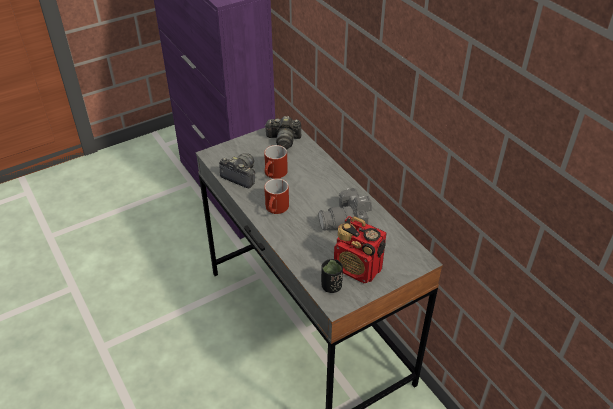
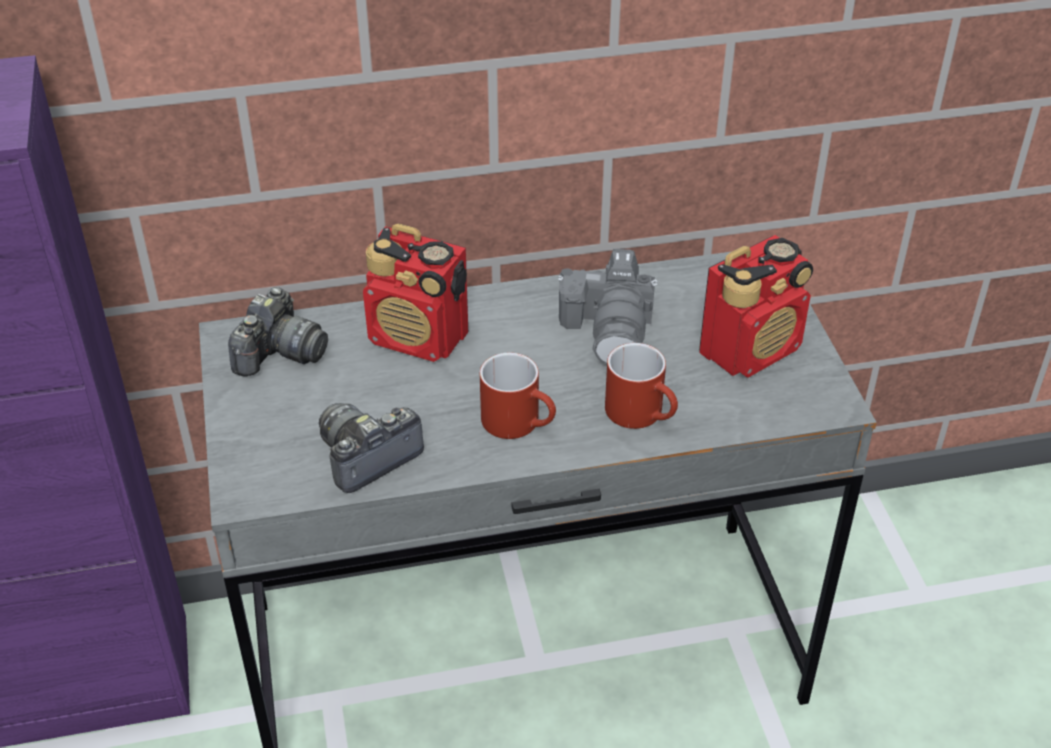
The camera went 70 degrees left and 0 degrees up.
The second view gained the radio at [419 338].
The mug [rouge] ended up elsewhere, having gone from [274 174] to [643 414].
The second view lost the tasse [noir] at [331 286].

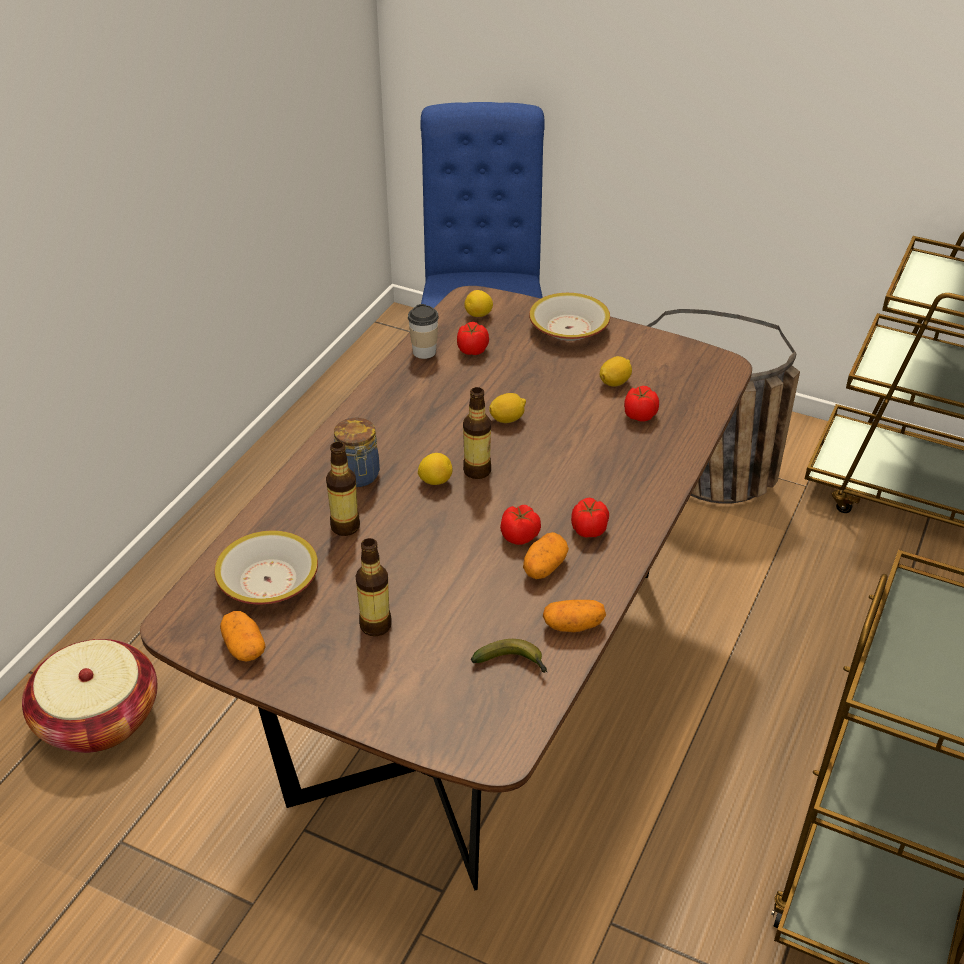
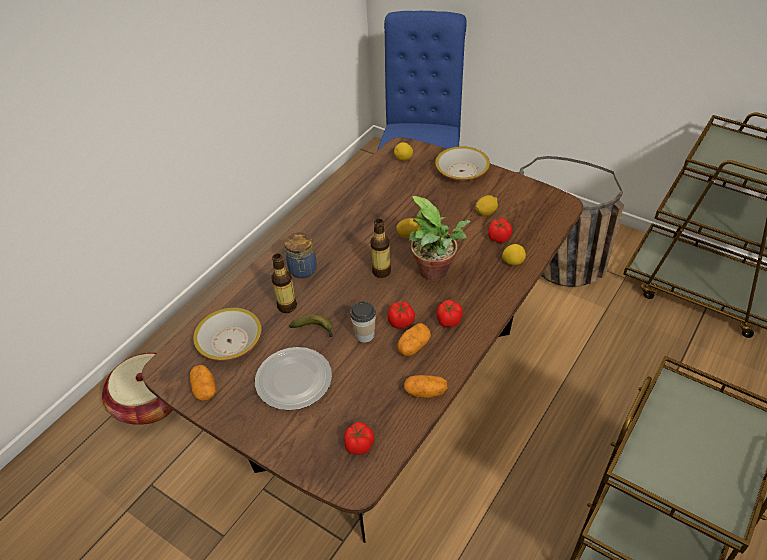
The camera went 10 degrees right and 5 degrees up.
Where the bouteille stood at [375 625], the assiette came to stand at [292 380].
The banane ended up elsewhere, having gone from [513 663] to [315 329].
The tomate ended up elsewhere, having gone from [472 350] to [358 445].
The tasse ended up elsewhere, having gone from [424 352] to [364 335].
The second view gained the plante en pot at [436 272].
The citron ended up elsewhere, having gone from [435 481] to [513 262].

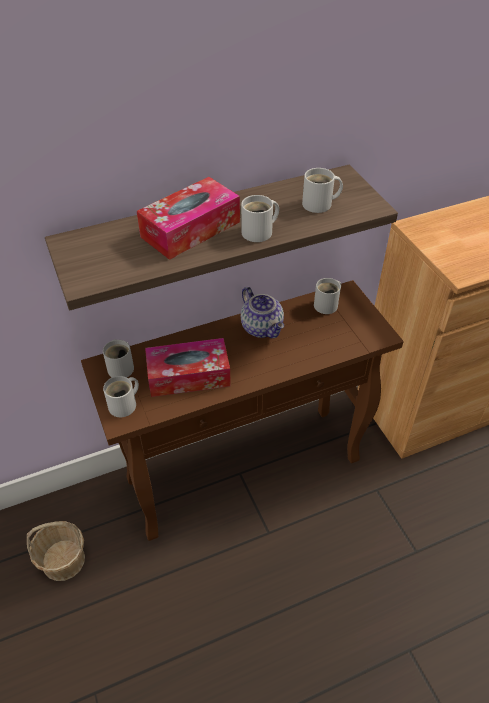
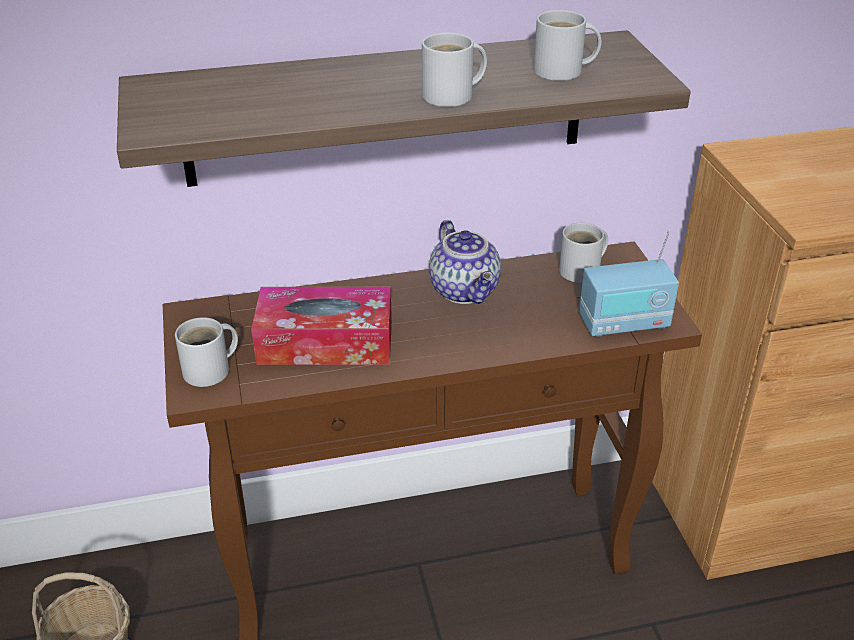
The camera went 10 degrees right and 10 degrees down.
The second view gained the radio at [624 324].
The second view lost the mug [blanc] at [121 367].
The second view lost the boîte à mouchoirs at [190 229].

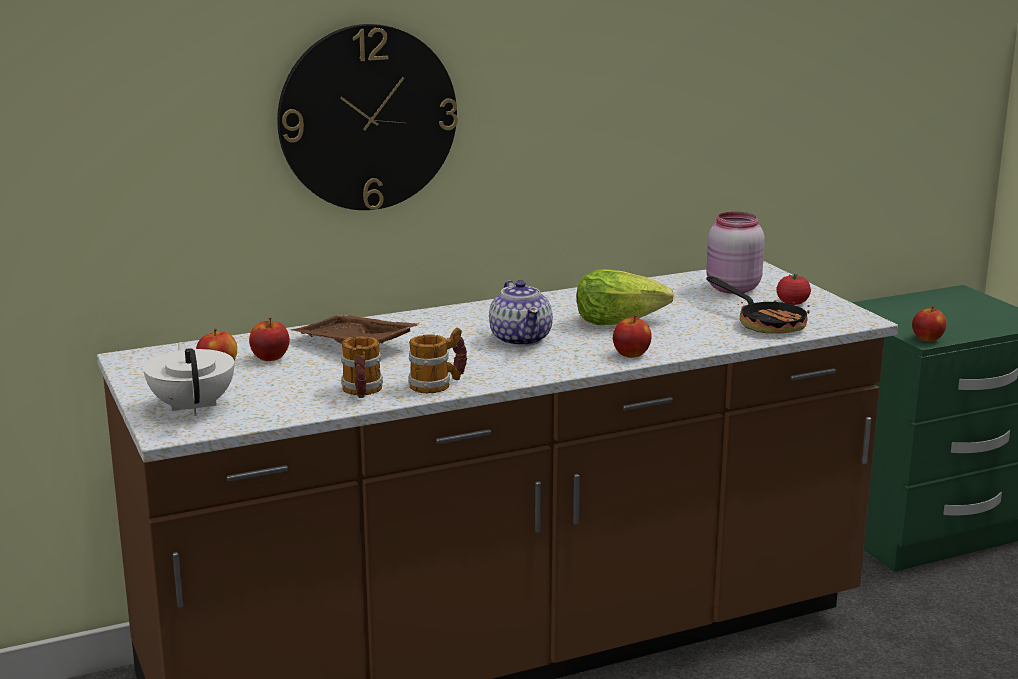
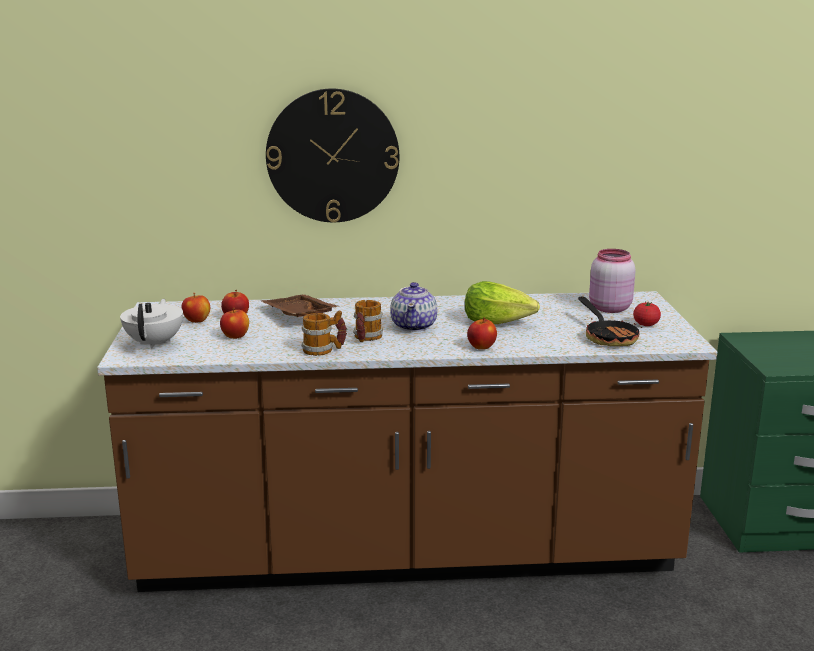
The camera went 20 degrees right and 0 degrees up.
The pomme ended up elsewhere, having gone from [927 339] to [235 336].
The mug ended up elsewhere, having gone from [362 392] to [366 338].

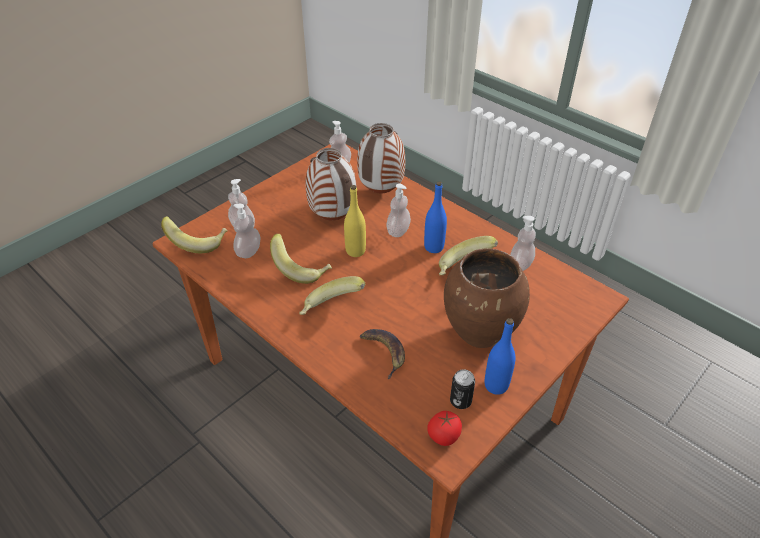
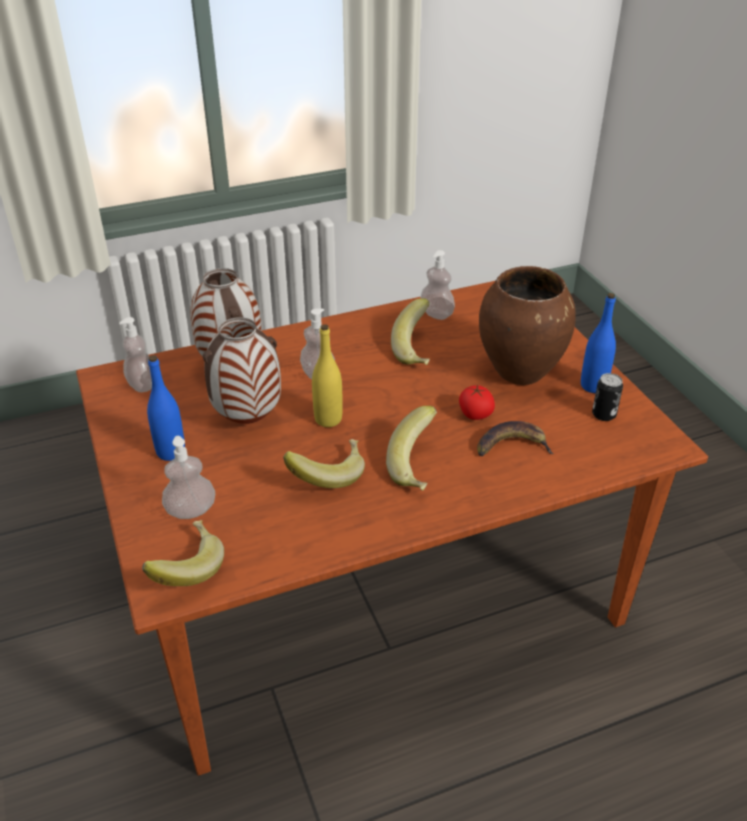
The camera went 65 degrees left and 5 degrees down.
The bouteille [bleu] ended up elsewhere, having gone from [434 247] to [171 452].
The tomate ended up elsewhere, having gone from [444 435] to [475 414].
The second view lost the distributeur de savon at [248 251].

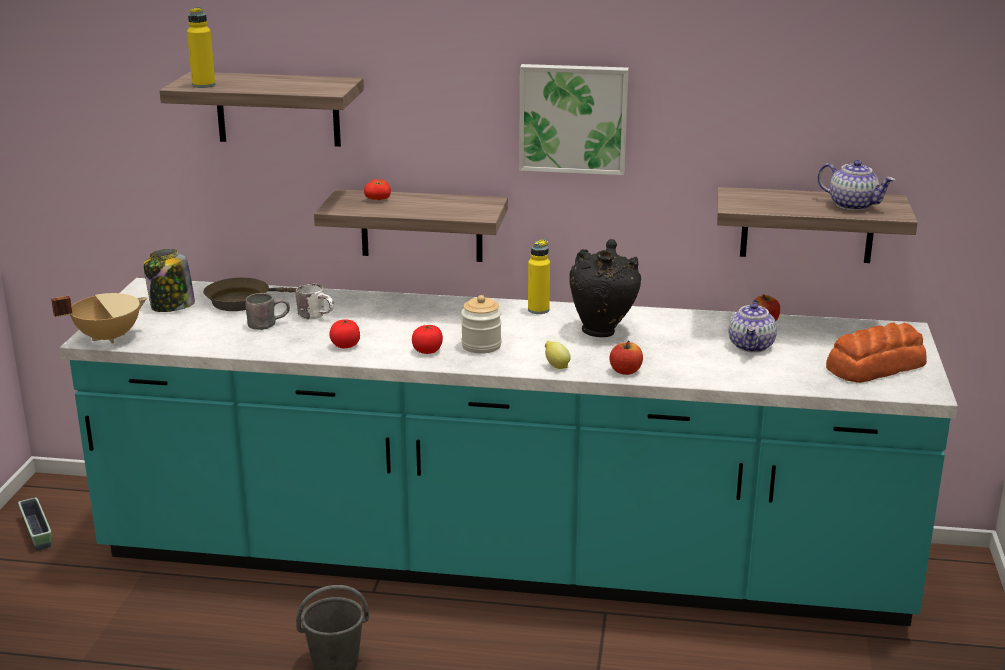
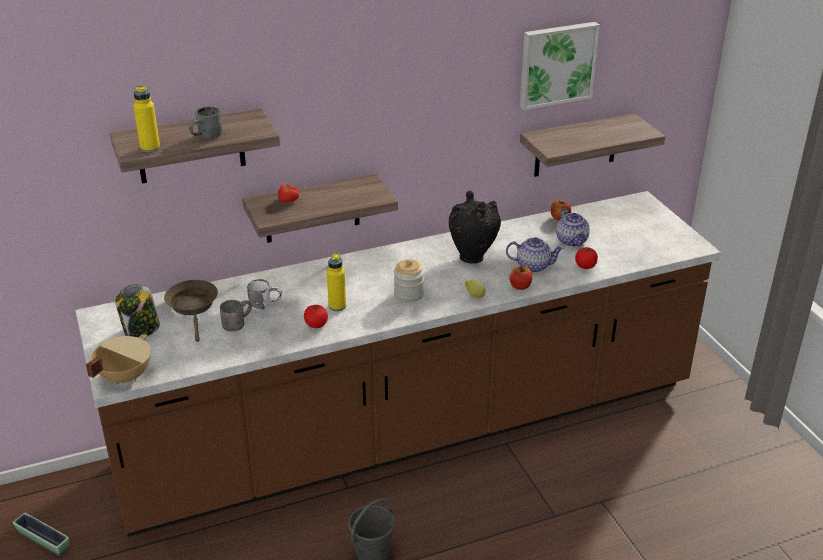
The camera went 30 degrees left and 10 degrees up.
What was the comptoir de cuisine [turquoise] at [502 560] turned into the comptoir de cuisine [marron] at [411 430].
The poêle [marron] at [244 301] ended up facing another way, 120 degrees clockwise from before.
The second view gained the mug [gris] at [208 137].
The bouteille [jaune] ended up elsewhere, having gone from [538 310] to [337 306].
The théière ended up elsewhere, having gone from [853 205] to [533 266].
The tableau ended up elsewhere, having gone from [573 118] to [556 64].
The tomate ended up elsewhere, having gone from [427 351] to [585 266].
The second view lost the pain at [874 366].

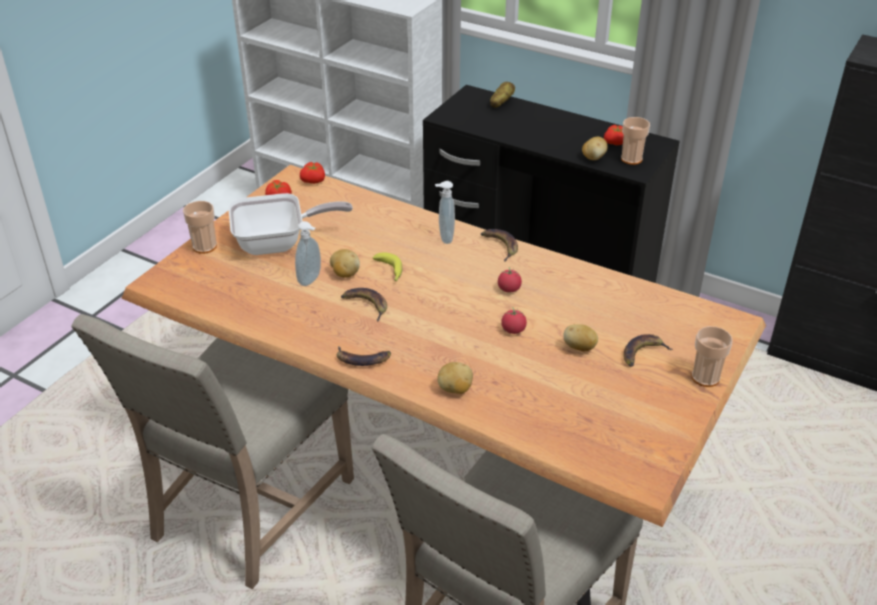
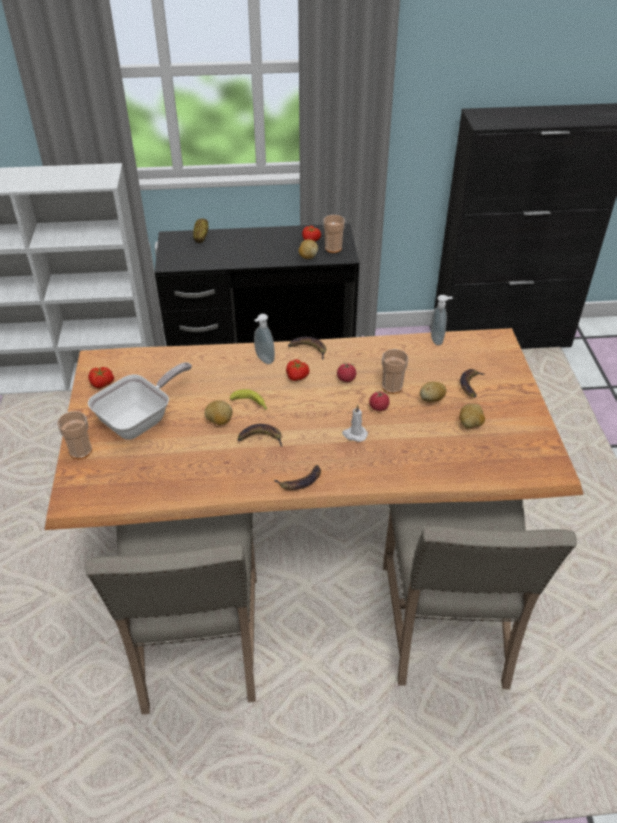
The camera went 35 degrees left and 5 degrees up.
The tomate ended up elsewhere, having gone from [314 181] to [297 376].
The second view gained the bougie [blanc] at [354 434].
The tasse ended up elsewhere, having gone from [705 377] to [392 387].
The distributeur de savon ended up elsewhere, having gone from [311 280] to [437 340].
The pomme de terre ended up elsewhere, having gone from [455 389] to [470 424].

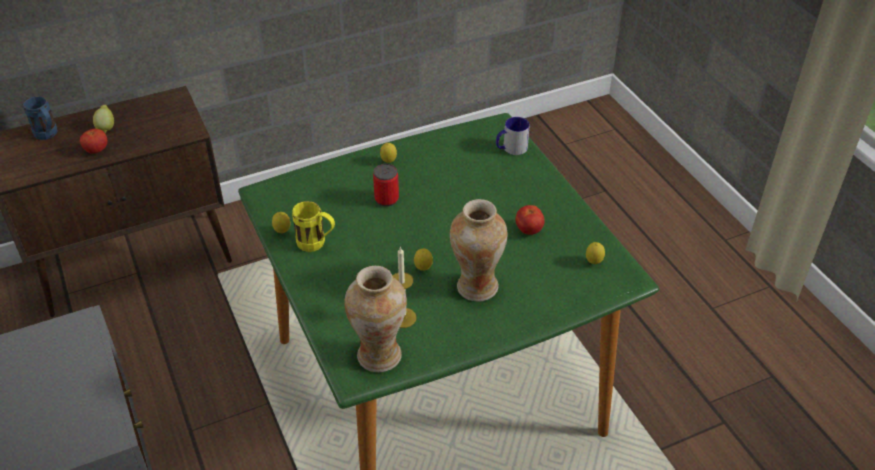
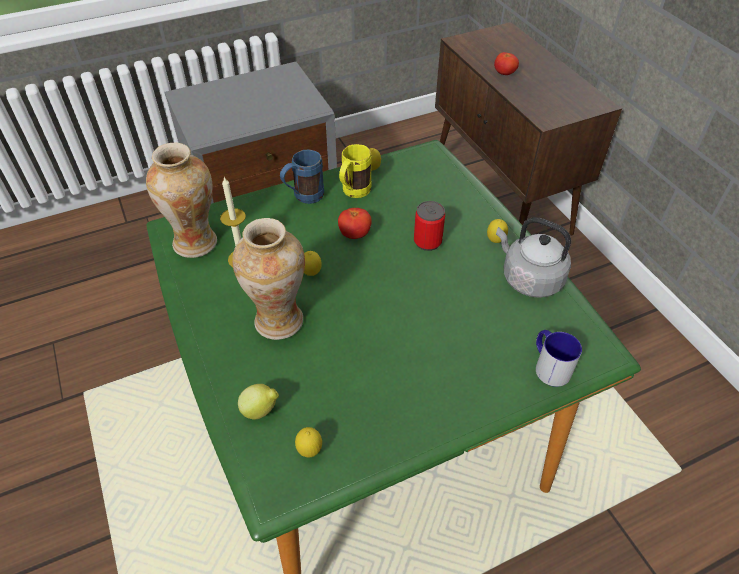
The camera went 90 degrees right and 5 degrees up.
The citron ended up elsewhere, having gone from [106 128] to [261 410].
The mug [bleu] ended up elsewhere, having gone from [48 135] to [303 198].
The tomate ended up elsewhere, having gone from [529 230] to [355 234].
The second view gained the bouilloire [gris] at [528 278].

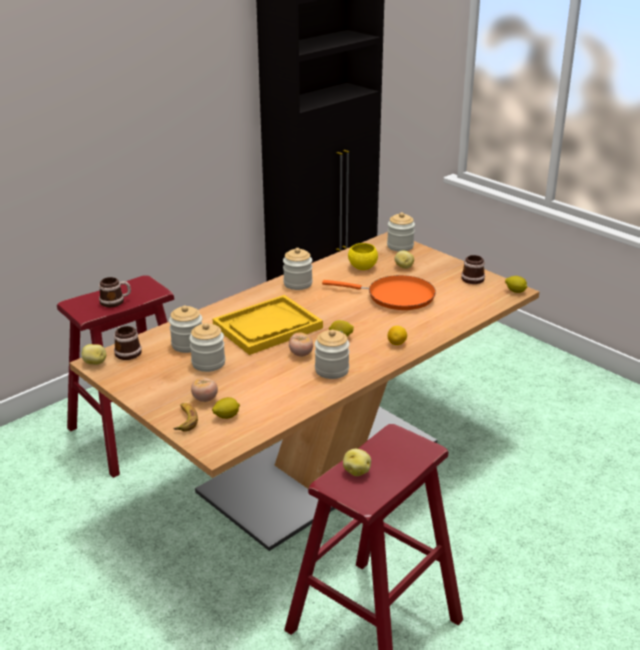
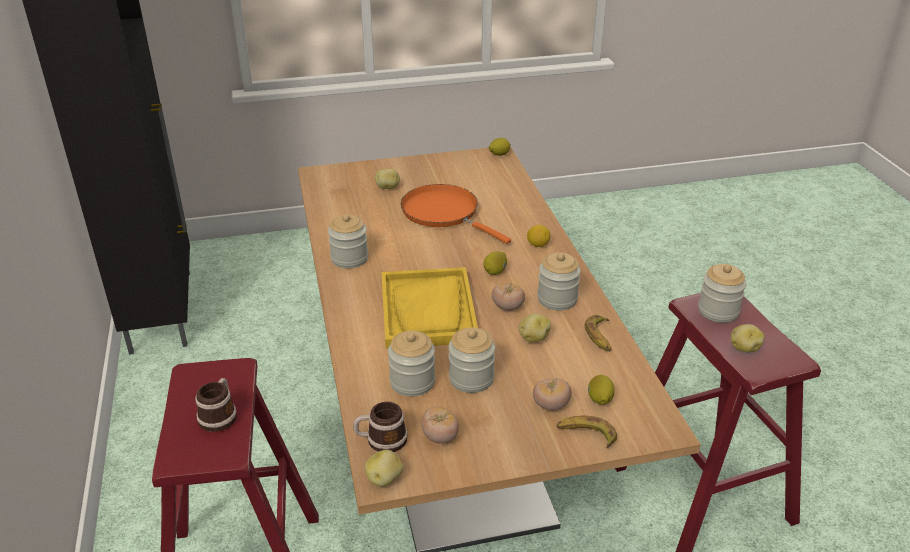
The camera went 60 degrees left and 5 degrees up.
The poêle [orange] at [395 296] ended up facing another way, 90 degrees counterclockwise from before.
The second view gained the tomate at [440 437].
The second view gained the pomme de terre at [533 338].
The second view gained the banane at [600 337].
The bocal ended up elsewhere, having gone from [400 246] to [718 311].
The second view lost the bol [jaune] at [362 267].
The second view lost the mug at [473 277].

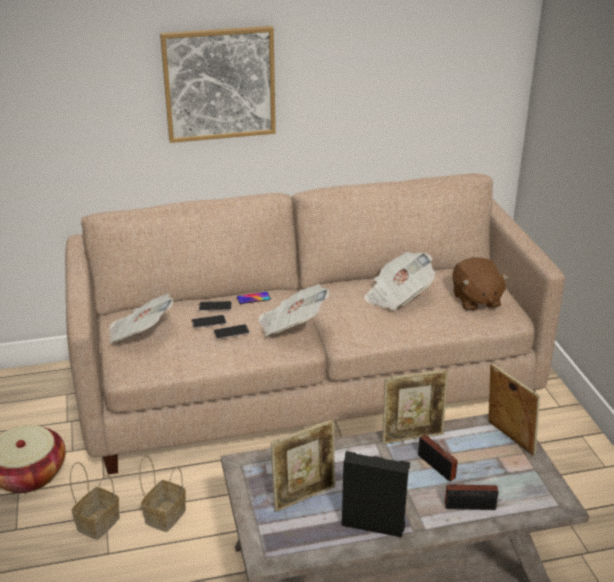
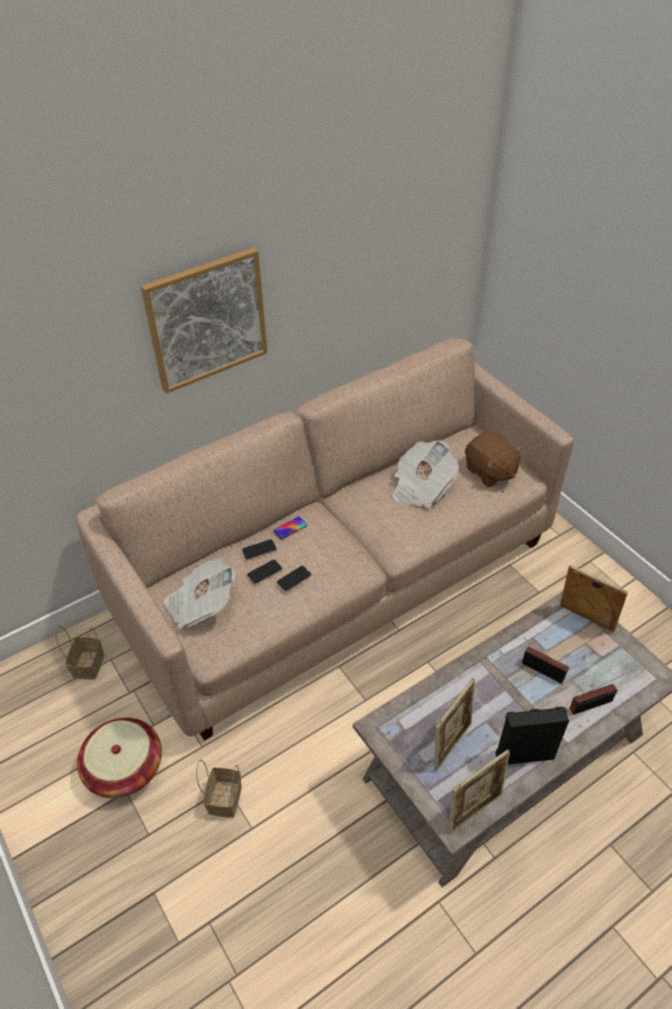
The camera went 20 degrees left and 15 degrees up.
The panier ended up elsewhere, having gone from [165 515] to [88 664].
The cadre photo ended up elsewhere, having gone from [412 436] to [474 810].
The second view lost the journal at [292 326].

